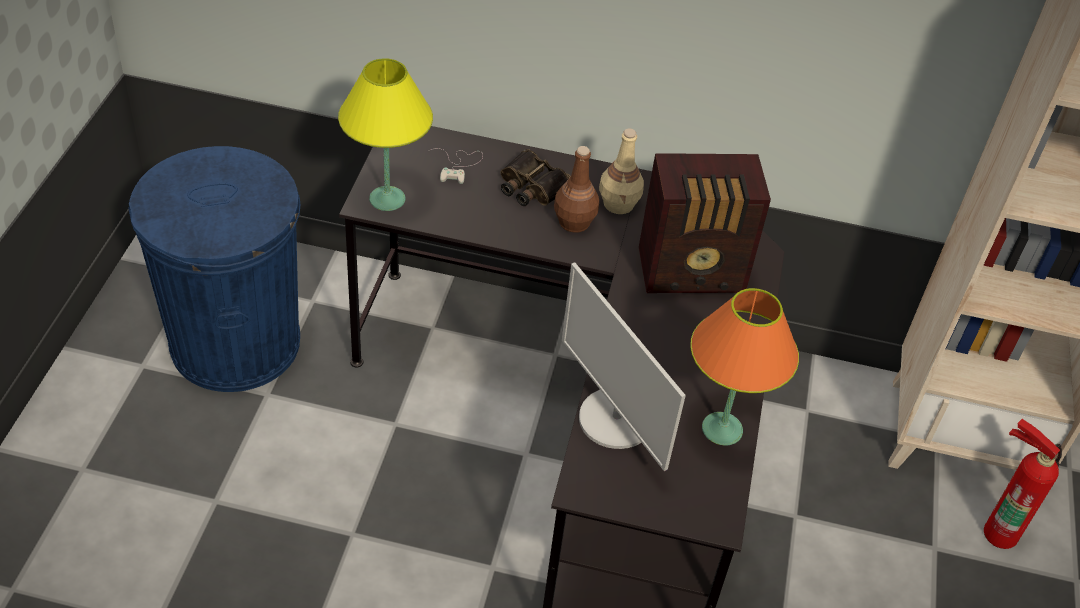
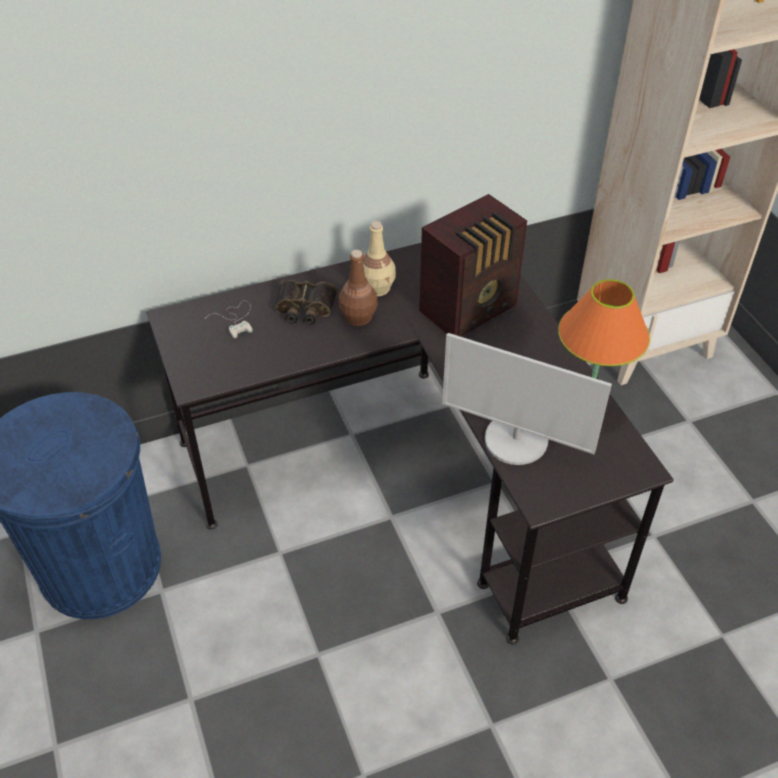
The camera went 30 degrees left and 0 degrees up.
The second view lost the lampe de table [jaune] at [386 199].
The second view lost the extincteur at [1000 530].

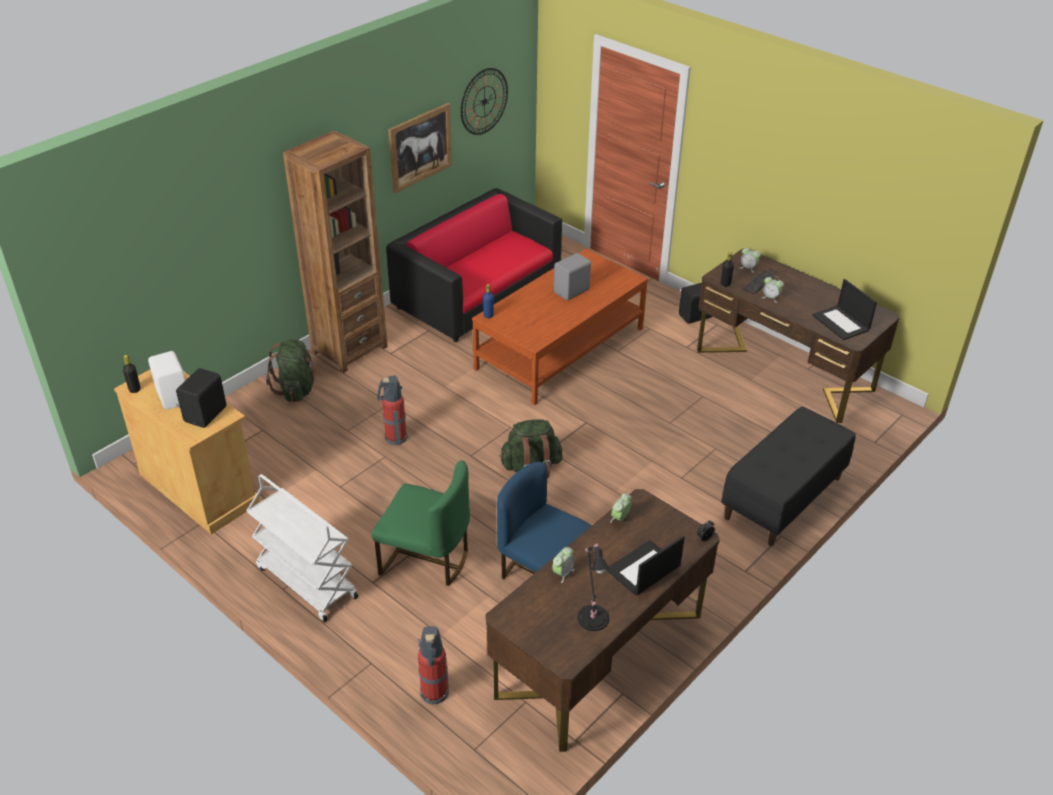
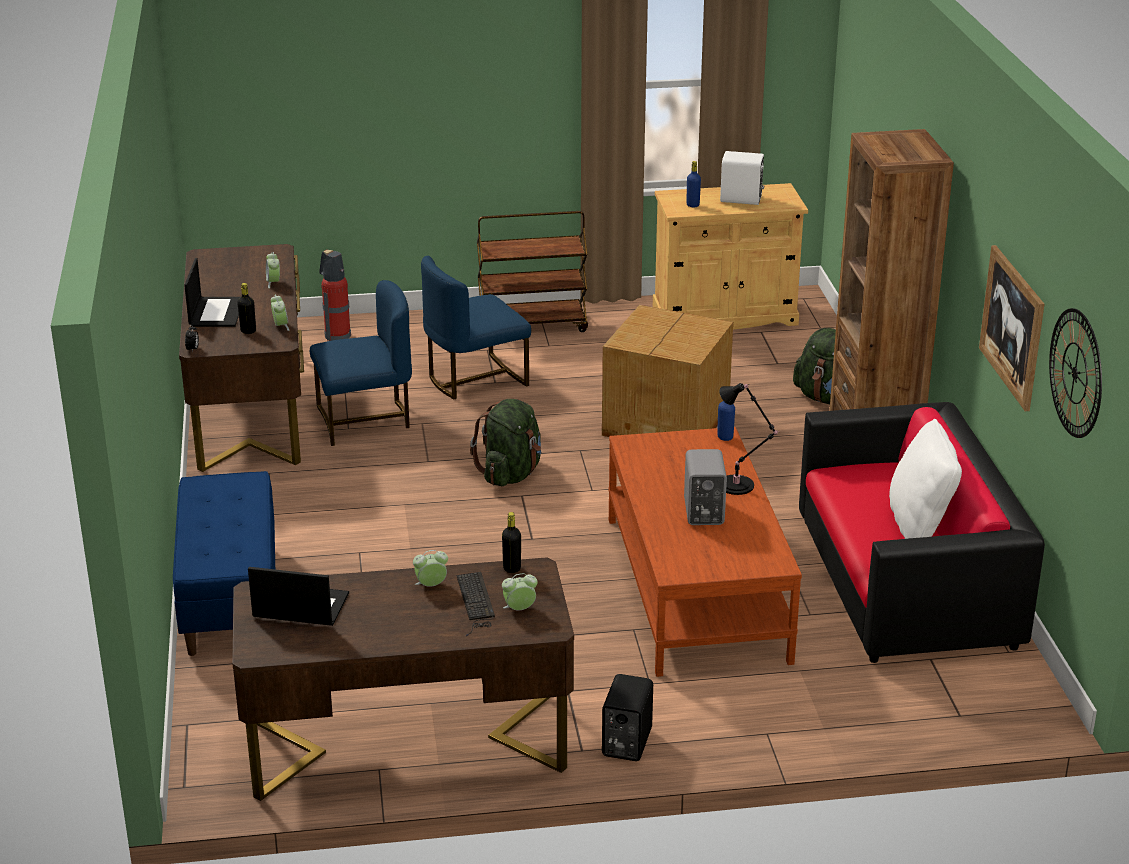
The camera went 130 degrees right and 10 degrees down.
What was the banc [noir] at [783 498] turned into the banc [bleu] at [230 598].
The bouteille [noir] ended up elsewhere, having gone from [134 389] to [248 331].
What was the chaise [vert] at [426 559] turned into the chaise [bleu] at [475 379].
What was the chariot [blanc] at [306 582] turned into the chariot [marron] at [532 325].
Where the extincteur stood at [395 438], the carton came to stand at [668 422].
Where the enceinte [noir] stood at [207 414], the bouteille [bleu] came to stand at [692 205].
The lampe de table [noir] ended up elsewhere, having gone from [592 615] to [739 486].
The second view gained the coussin [blanc] at [919 525].

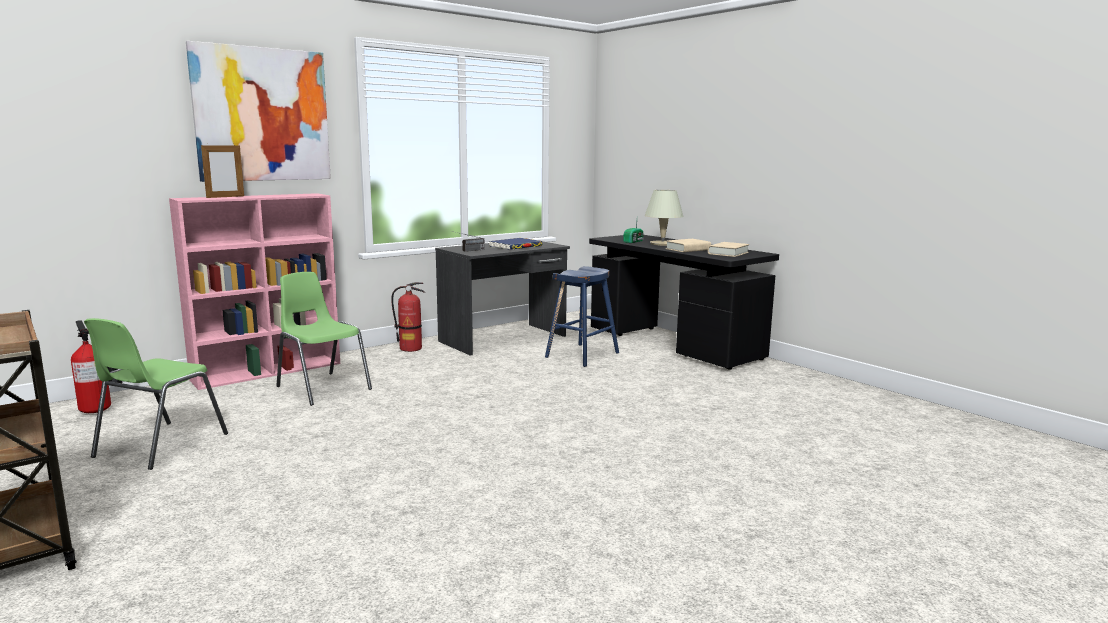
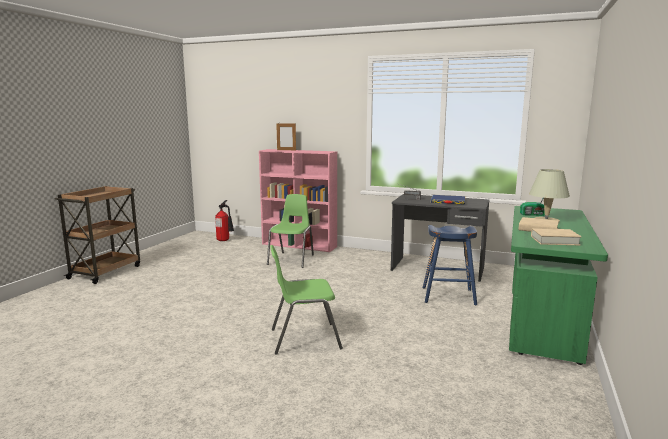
The camera went 60 degrees right and 0 degrees up.
The chaise [vert] ended up elsewhere, having gone from [159 446] to [304 338].
What was the bureau [noir] at [673 344] turned into the bureau [vert] at [542 318].
The second view lost the tableau at [262 115].
The second view lost the extincteur at [411 348].

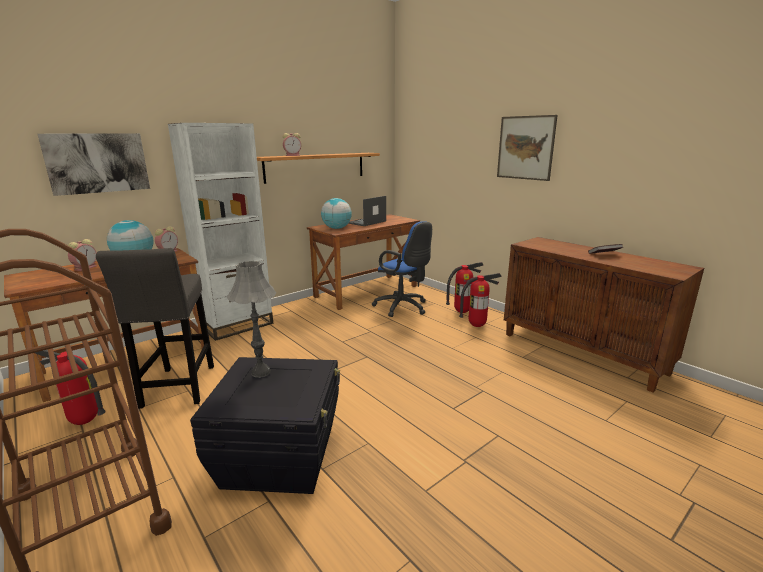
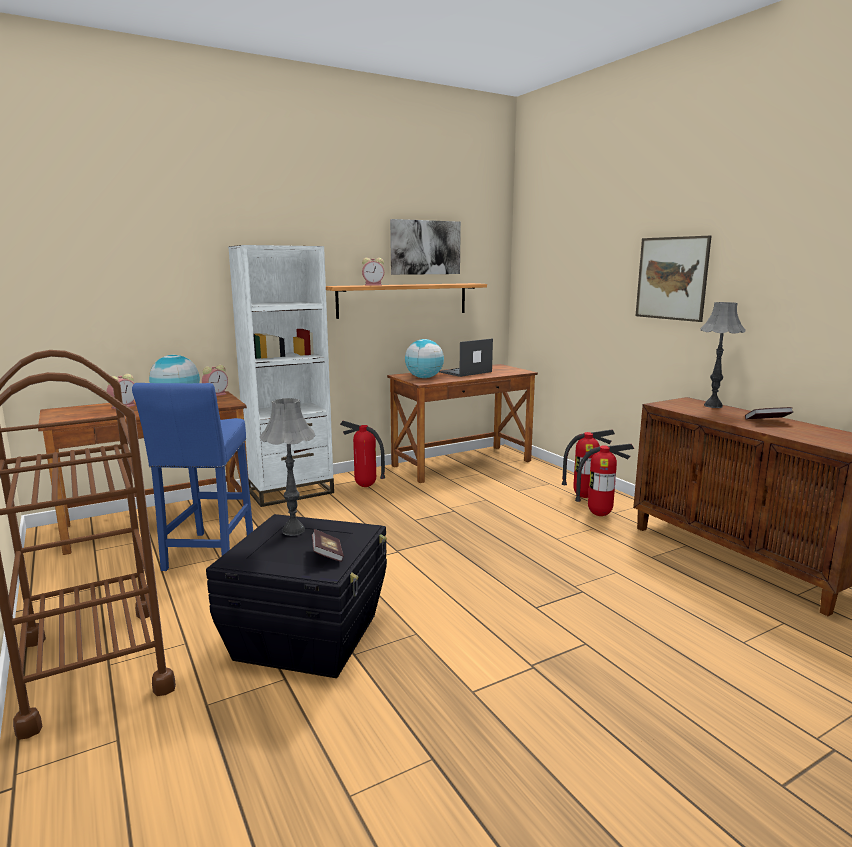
The camera went 10 degrees right and 5 degrees down.
What was the tabouret [gris] at [178 388] turned into the tabouret [bleu] at [208 554].
The second view gained the livre at [327 555].
The extincteur ended up elsewhere, having gone from [84 422] to [365 486].
The tableau ended up elsewhere, having gone from [97 163] to [425 247].
The second view gained the lampe de table [gris] at [713 406].
The second view lost the chaise de bureau [bleu] at [403 308].

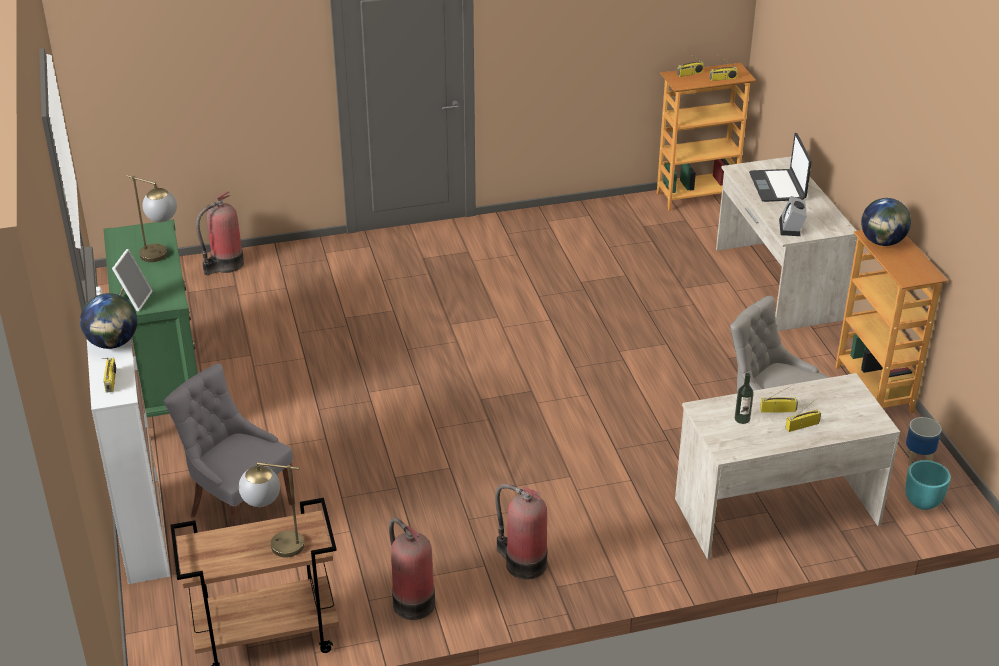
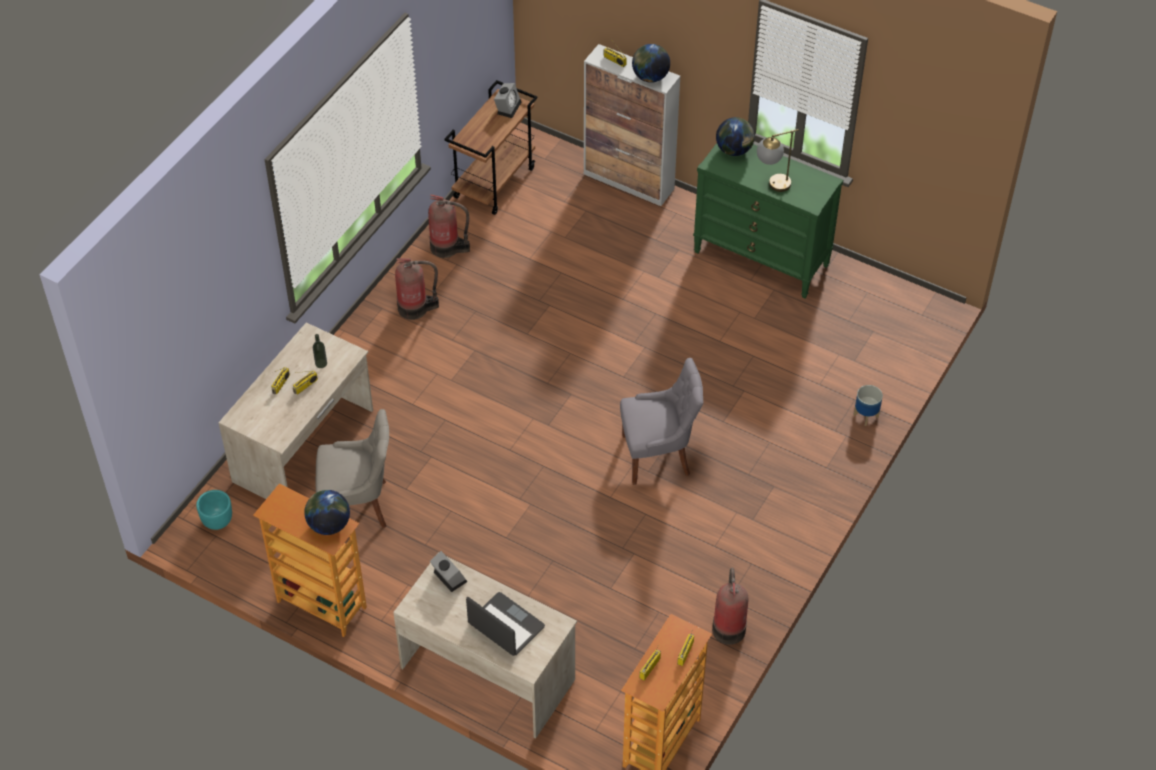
The camera went 135 degrees right and 15 degrees up.
The second view gained the réveil at [508 107].
The chaise [gris] ended up elsewhere, having gone from [239 509] to [658 456].
The extincteur ended up elsewhere, having gone from [225 265] to [728 627].
Where the cadre photo stood at [134 300], the globe came to stand at [734 150].
The cache-pot ended up elsewhere, having gone from [918 459] to [865 416].
The second view lost the lampe de table at [275 544].

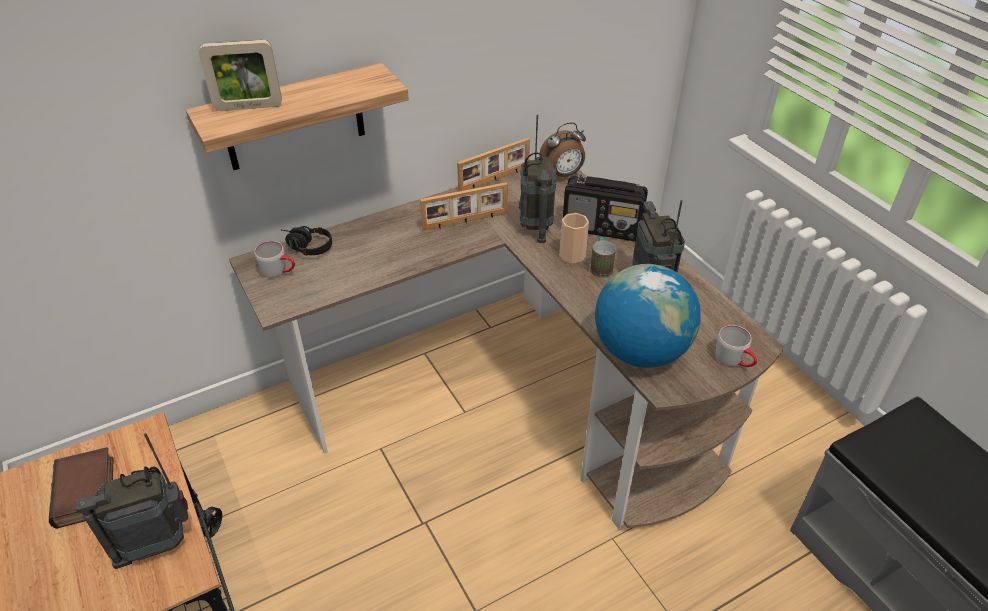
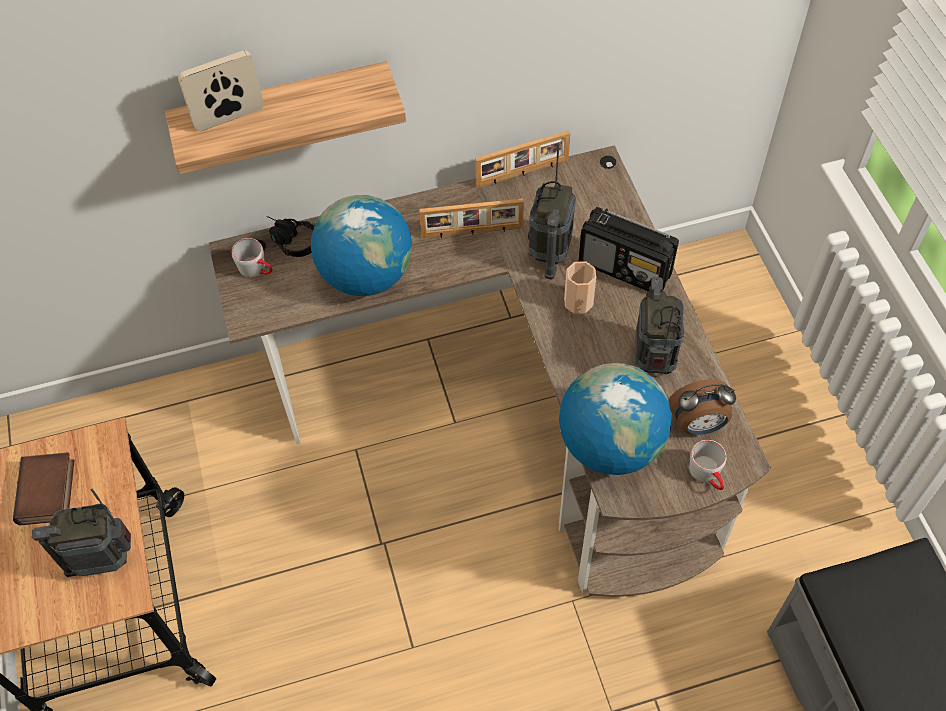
The camera went 15 degrees right and 15 degrees up.
The cadre photo at [248 107] ended up facing another way, 150 degrees clockwise from before.
The second view gained the globe at [366 275].
The réveil ended up elsewhere, having gone from [563 174] to [698 425].
The second view lost the mug at [600 267].

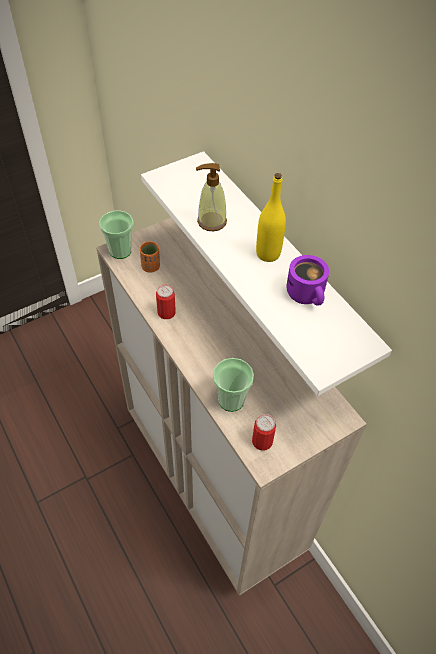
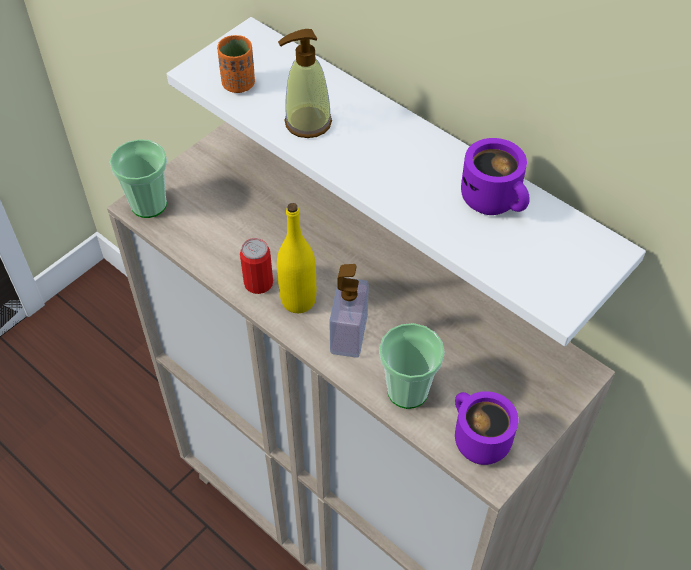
The camera went 15 degrees left and 0 degrees up.
The tasse [orange] ended up elsewhere, having gone from [151 267] to [238 84].
The bouteille [jaune] ended up elsewhere, having gone from [268 254] to [298 300].
The second view gained the distributeur de savon at [349 334].
Where the boîte métallique stood at [262 441], the mug [violet] came to stand at [476 440].

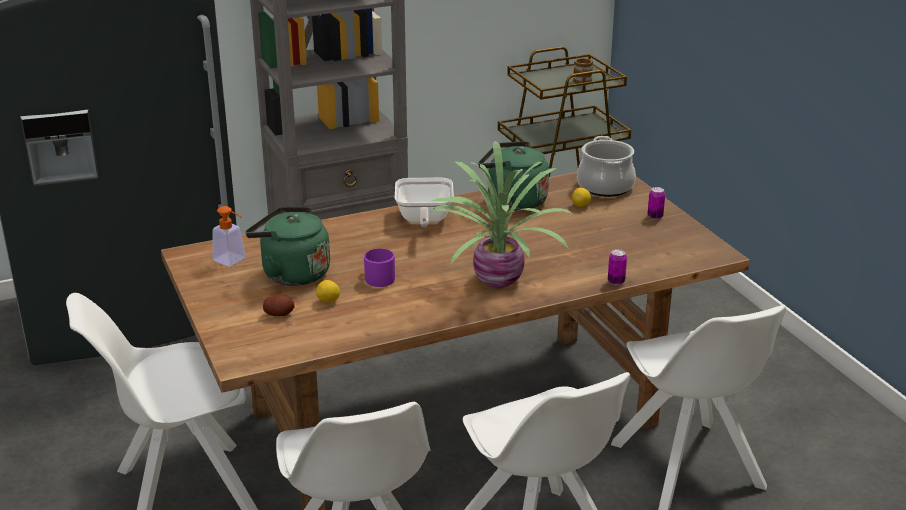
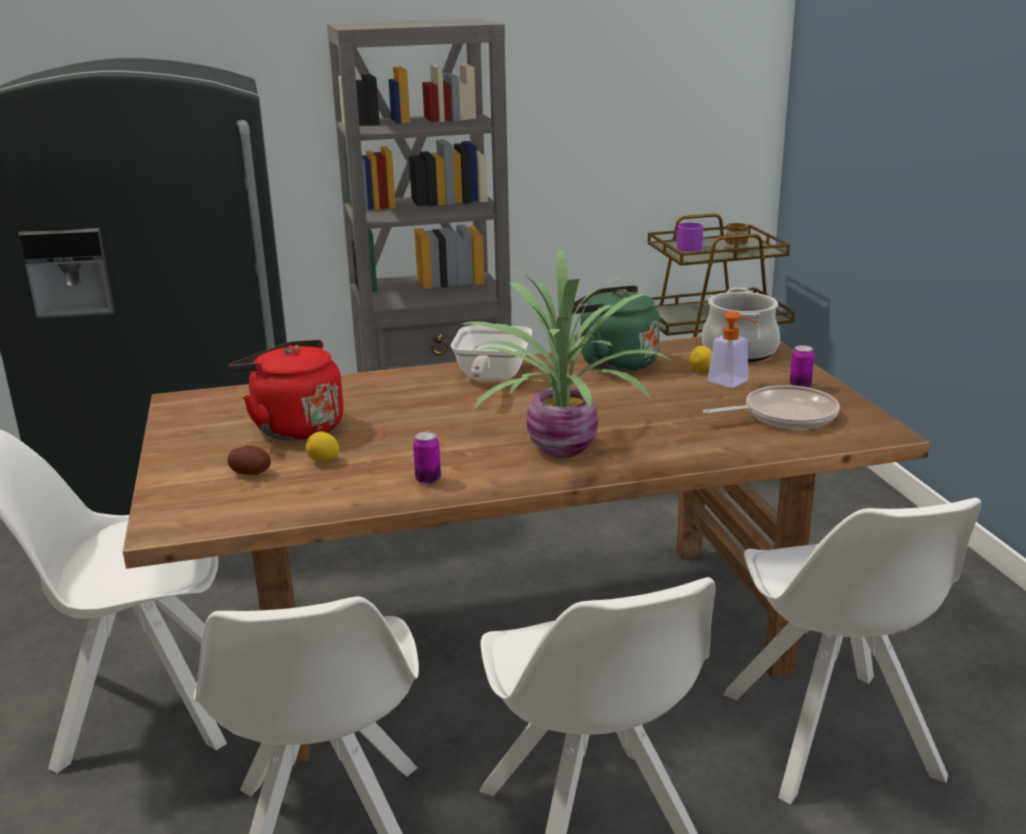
The camera went 10 degrees right and 5 degrees down.
What was the bouilloire [vert] at [292 273] turned into the bouilloire [rouge] at [294 427].
The boîte métallique ended up elsewhere, having gone from [616 281] to [428 480].
The mug [violet] ended up elsewhere, having gone from [377 278] to [687 247].
The second view gained the poêle at [784 415].
The distributeur de savon ended up elsewhere, having gone from [233 261] to [733 383].

